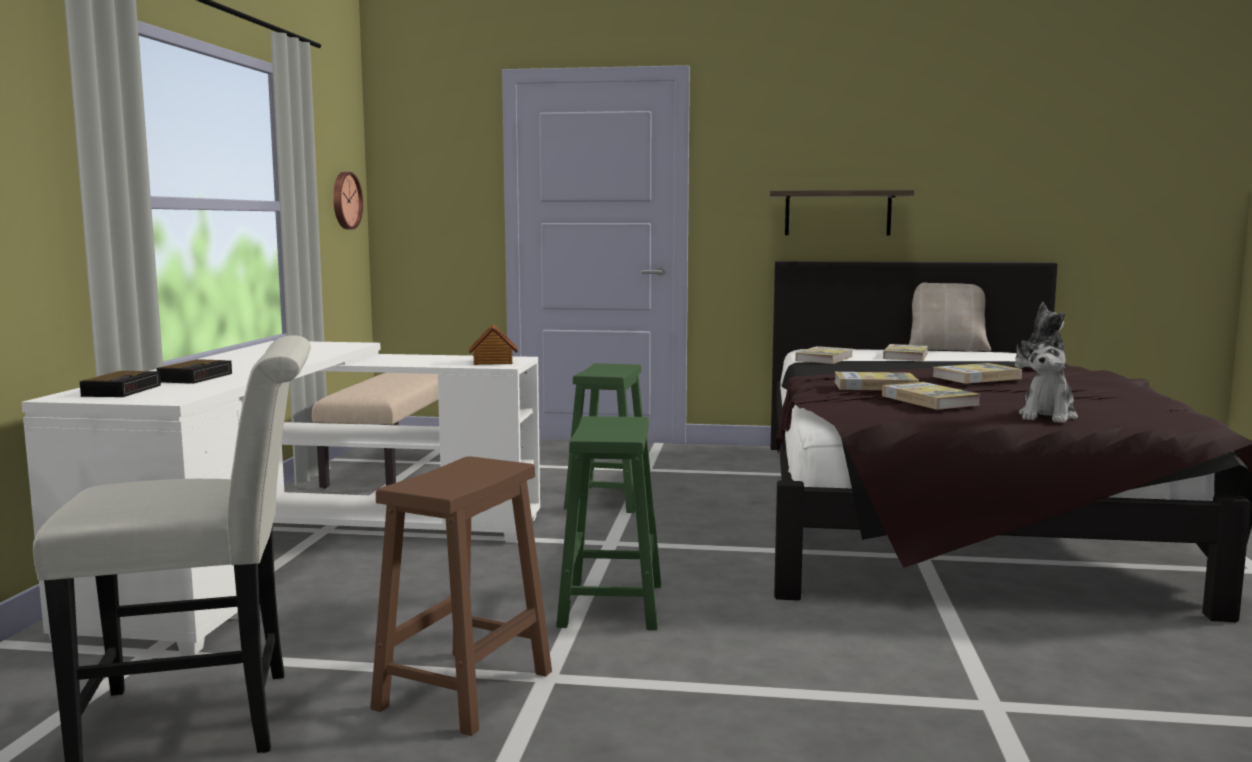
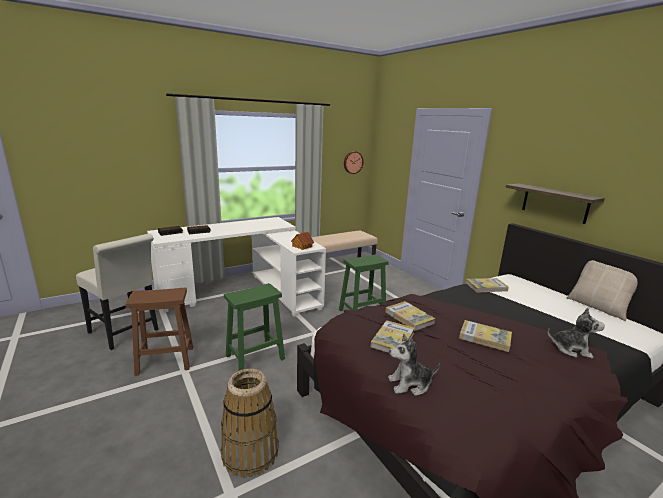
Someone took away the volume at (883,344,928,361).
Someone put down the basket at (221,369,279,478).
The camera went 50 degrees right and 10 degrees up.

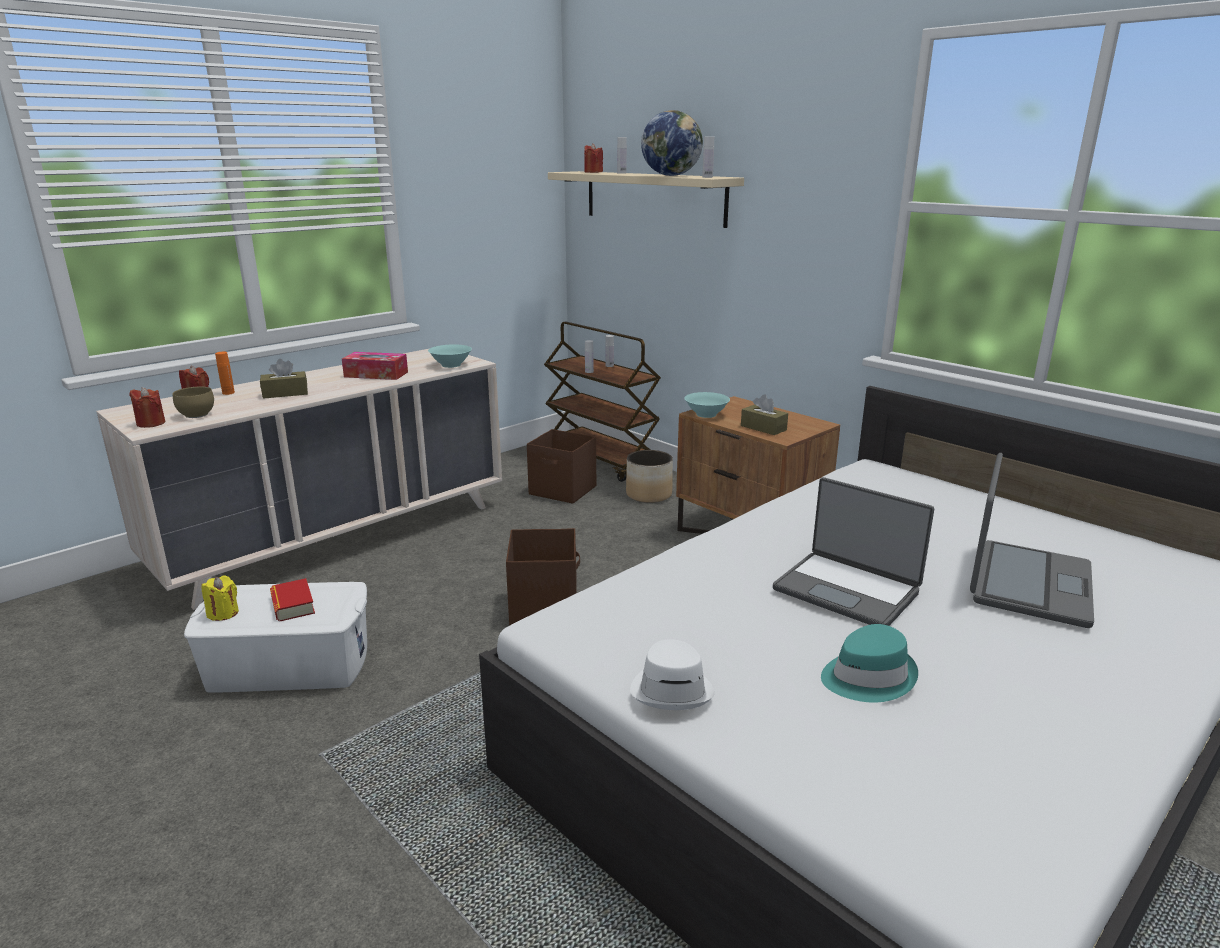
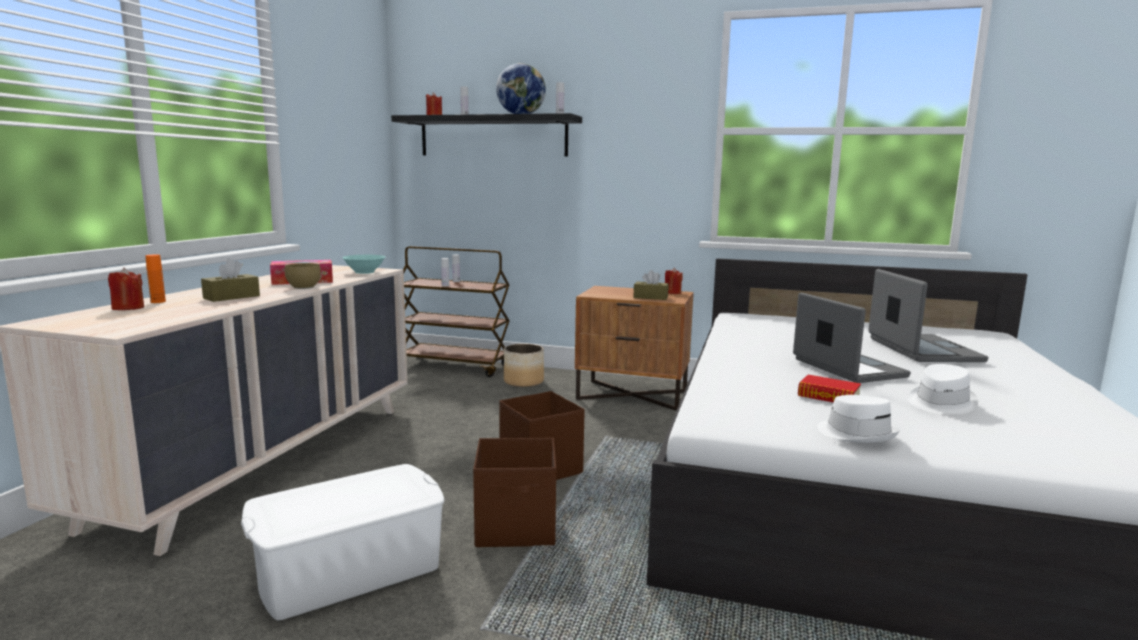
Someone carried the wax candle (reddish) from (129,387,165,428) to (665,268,683,294).
Someone carried the serving bowl (brownish) from (172,387,214,418) to (285,263,321,289).
Someone took away the wax candle (yellowish) at (201,575,239,621).
Someone carried the volume from (270,578,315,621) to (798,375,861,403).
Someone carried the storage container (brownish) from (527,429,596,504) to (473,438,556,547).
Someone repainted the bracket shelf (sand-coloured) at (548,171,744,228), which became the bracket shelf (black) at (391,113,582,157).
Someone took away the serving bowl (turquoise-coloured) at (684,392,730,418).
Someone rotated the laptop at (773,477,934,626) by 120 degrees counterclockwise.
Someone repainted the wearable hat (turquoise-coloured) at (821,624,918,703), which became the wearable hat (white) at (908,364,978,414).
The camera went 30 degrees left and 10 degrees down.

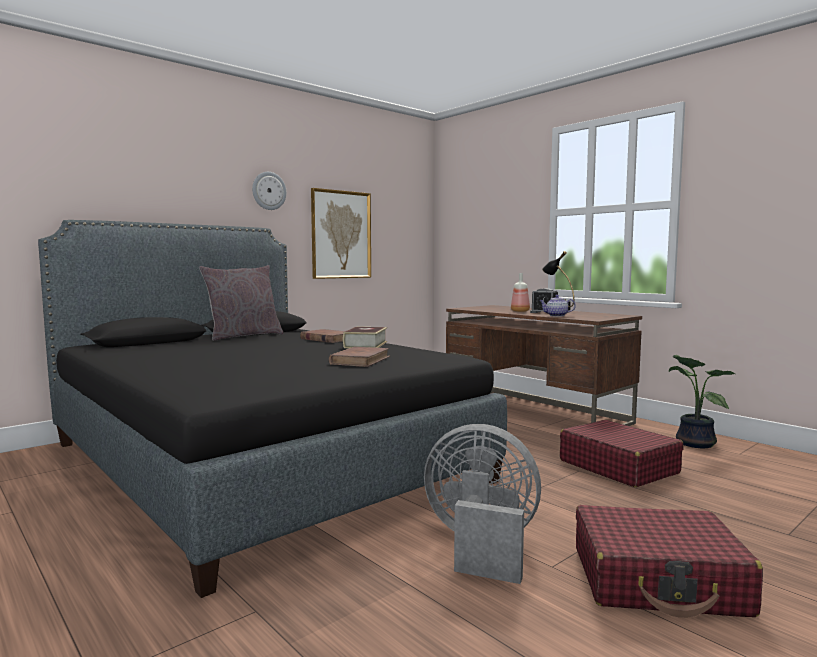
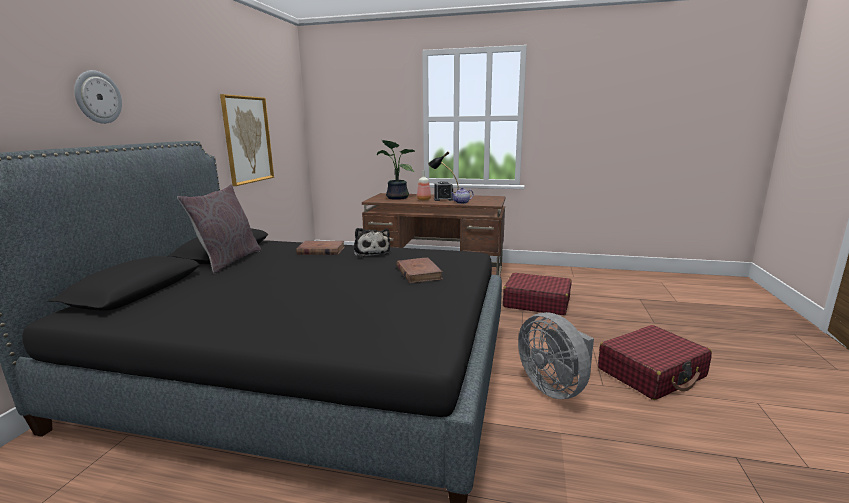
Someone carried the hanging clock from (252,172,287,210) to (74,70,122,124).
Someone swapped the volume at (343,327,387,348) for the plush toy at (354,228,390,257).
Someone rotated the fan (grey) at (424,424,541,584) by 105 degrees counterclockwise.
Someone carried the plant in a pot from (669,355,735,448) to (377,140,415,200).
The camera went 35 degrees left and 10 degrees up.

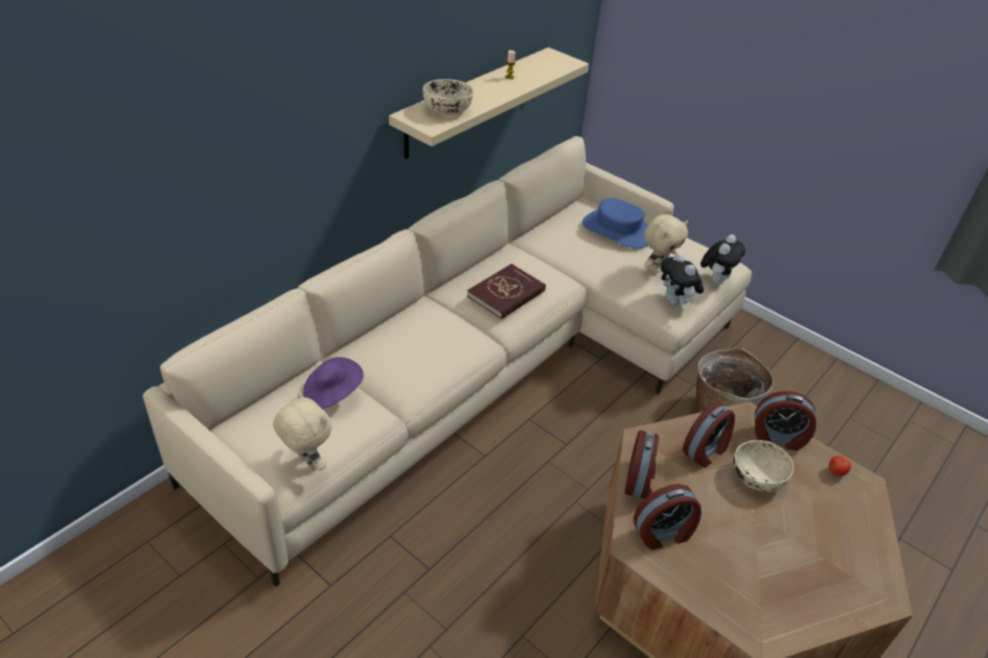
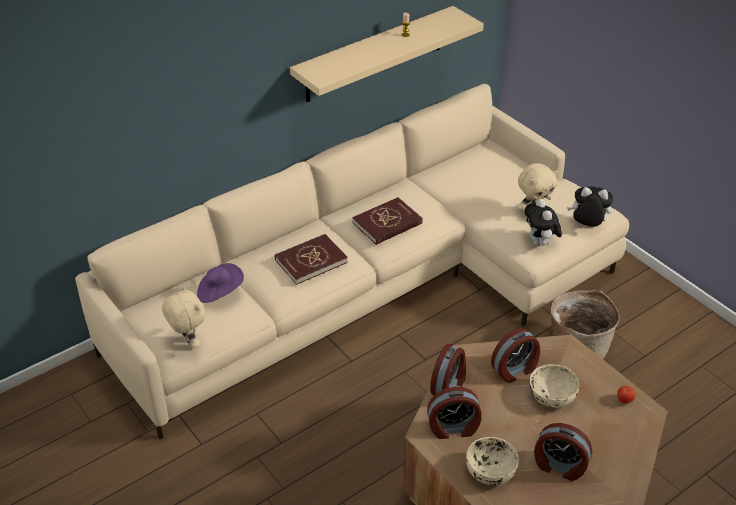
Someone carried the serving bowl (sand-coloured) from (423,79,473,115) to (466,437,519,485).
Someone took away the wearable hat (blue-coloured) at (582,198,648,249).
Someone rotated the plush toy at (700,234,745,285) by 120 degrees counterclockwise.
Someone carried the bedside clock from (755,391,816,451) to (534,423,592,481).
Someone put down the volume (reddish) at (275,234,348,285).
The camera went 15 degrees right and 0 degrees up.

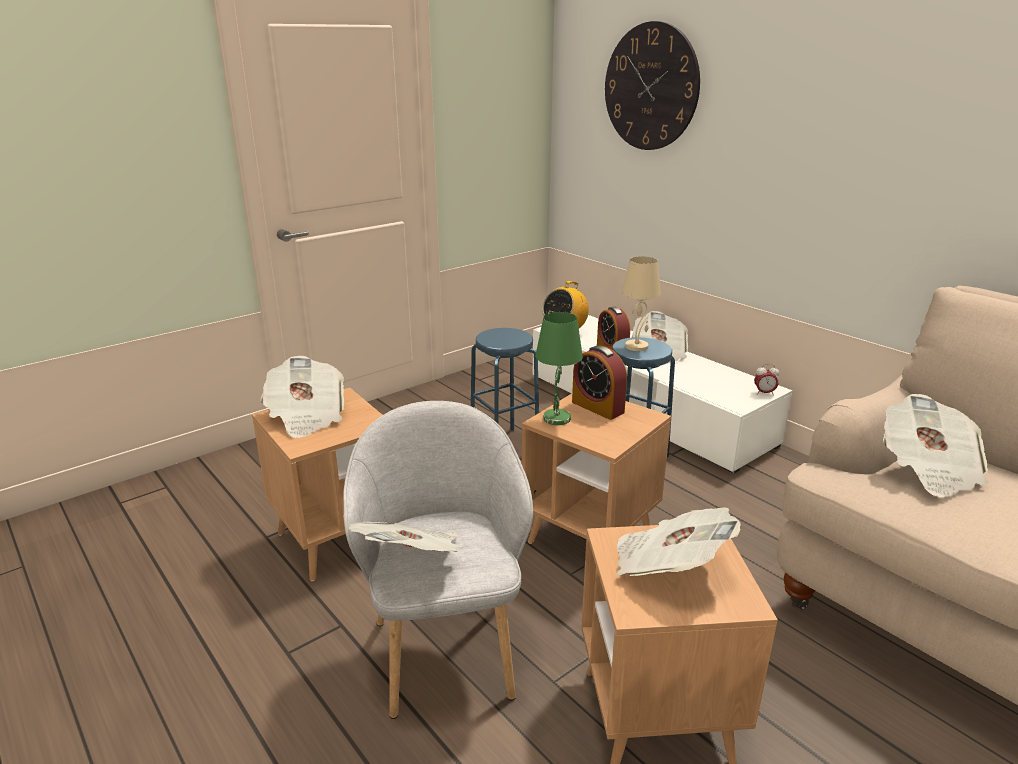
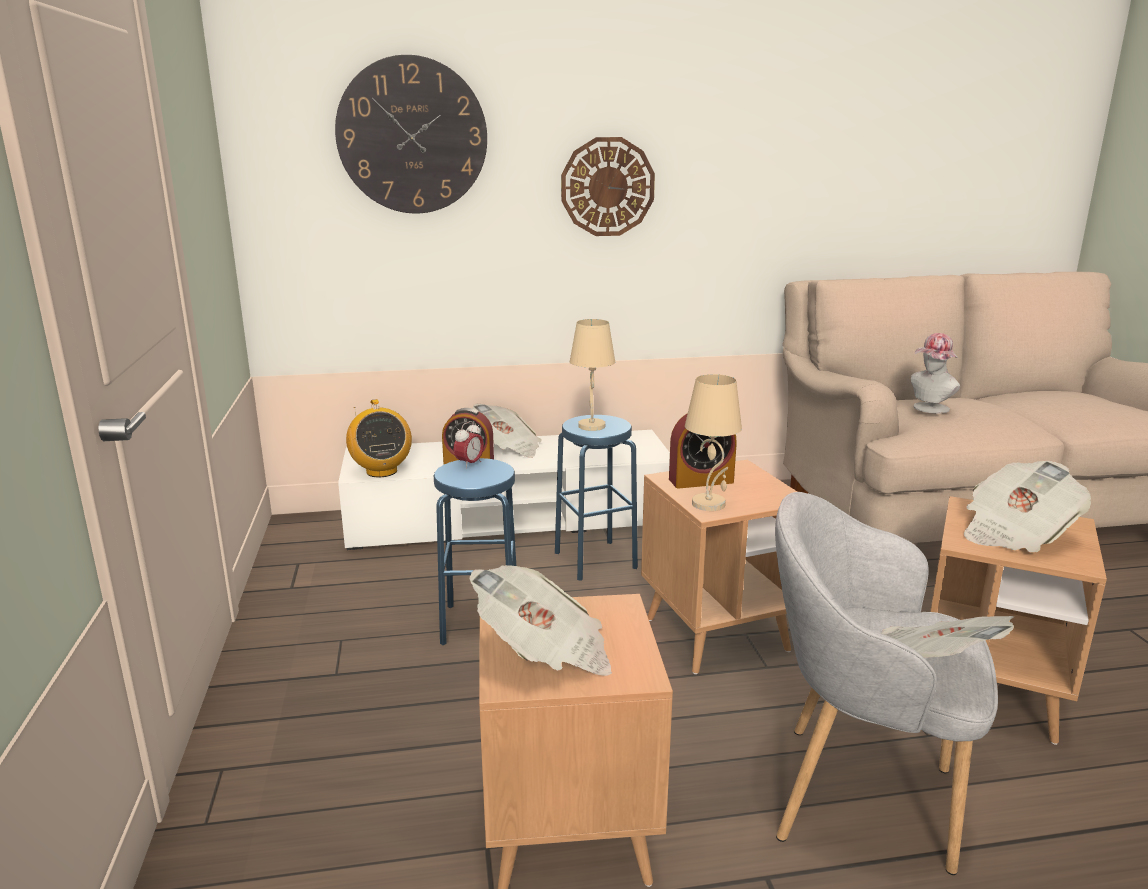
Someone repainted the tabletop lamp (green-coloured) at (535,312,583,425), which became the tabletop lamp (sand-coloured) at (685,374,742,511).
Someone carried the bedside clock from (754,364,779,395) to (454,421,484,469).
Someone swapped the printed paper at (883,394,988,497) for the wearable hat at (911,333,960,414).
Someone put up the hanging clock at (561,137,655,236).
The camera went 60 degrees left and 5 degrees down.

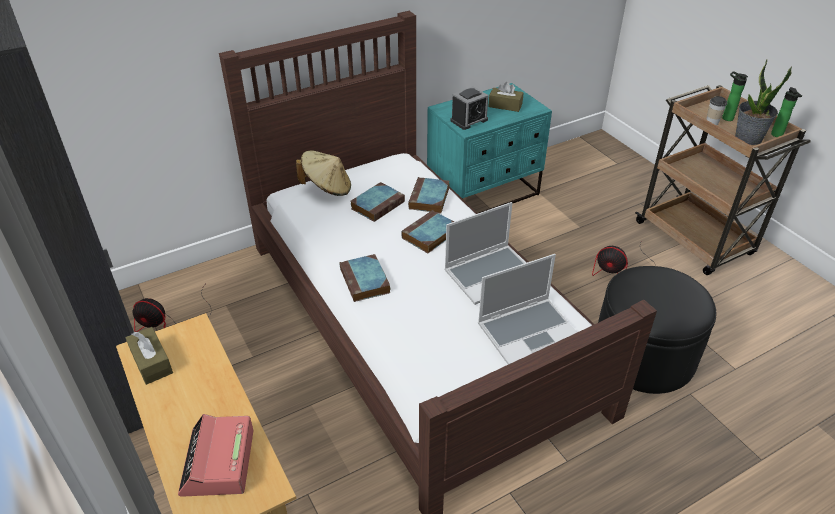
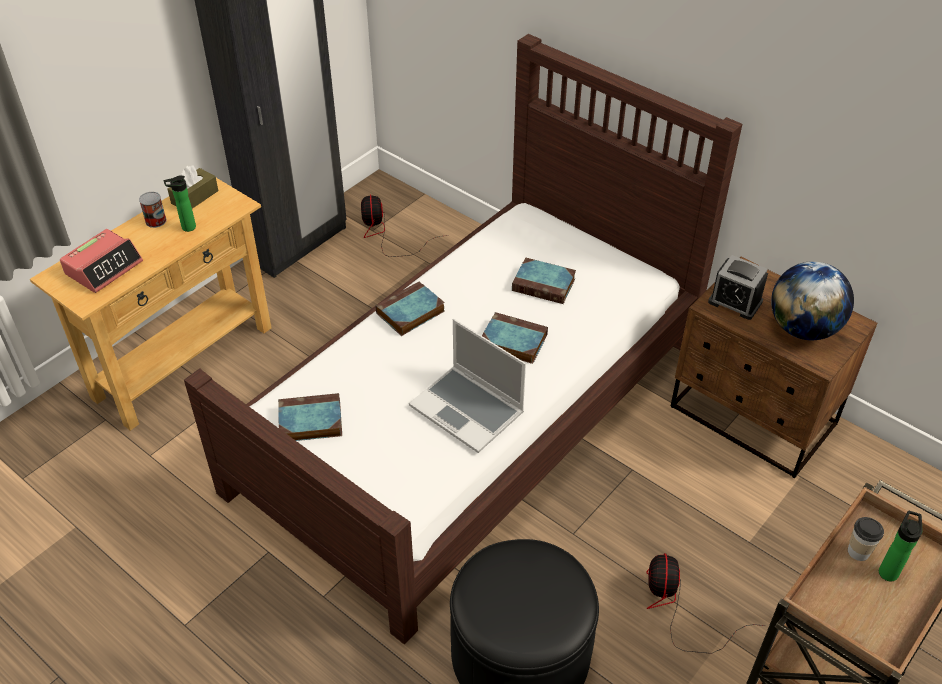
Someone rotated the bedside clock at (178,414,254,497) by 150 degrees clockwise.
Someone took away the wearable hat (sand-coloured) at (296,150,351,196).
Someone carried the volume from (408,177,450,213) to (278,393,342,441).
Someone repainted the night table (turquoise-coloured) at (427,83,552,213), which became the night table (brownish) at (671,257,877,478).
Someone took away the laptop at (478,254,577,365).
Someone swapped the box of tissues (brownish) at (488,82,524,112) for the desk globe at (771,261,854,340).
Someone took away the plant in a pot at (735,60,792,145).
Someone carried the drink bottle from (771,87,802,137) to (163,175,196,232).
Someone put down the sealed can at (139,192,167,228).
The camera went 70 degrees right and 5 degrees up.

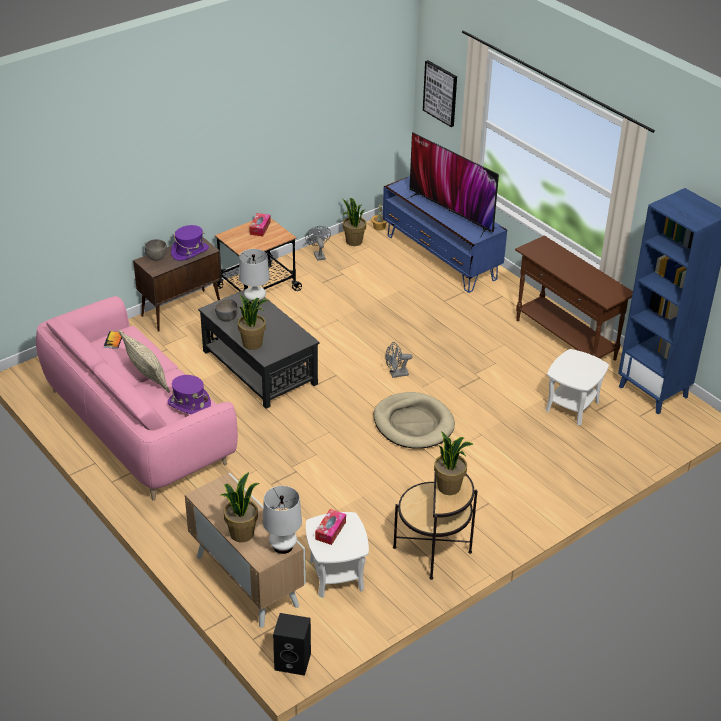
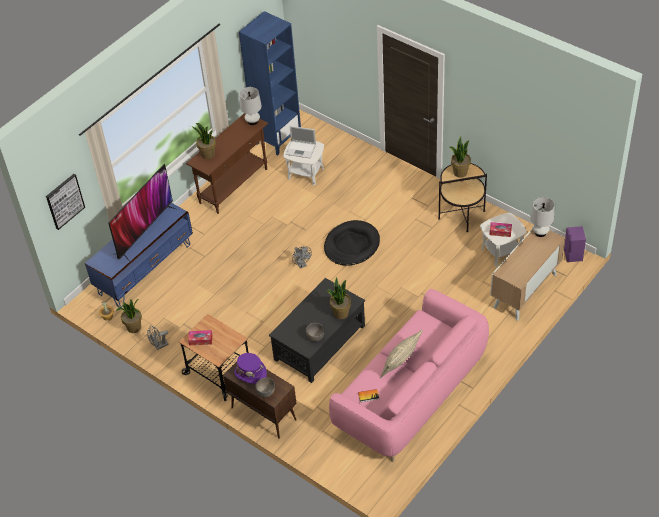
Someone took away the wearable hat (purple) at (167,375,211,414).
Someone carried the plant in a pot from (220,472,260,542) to (191,123,216,159).
Someone carried the tabletop lamp (white) from (239,249,270,305) to (239,87,262,125).
Someone repainted the loudspeaker (black) at (273,613,311,676), which became the loudspeaker (purple) at (564,226,586,262).
Someone repainted the dog bed (sand-coloured) at (374,392,455,449), which became the dog bed (black) at (324,220,380,266).
Someone put down the laptop at (286,126,316,158).
The camera went 100 degrees left and 10 degrees up.

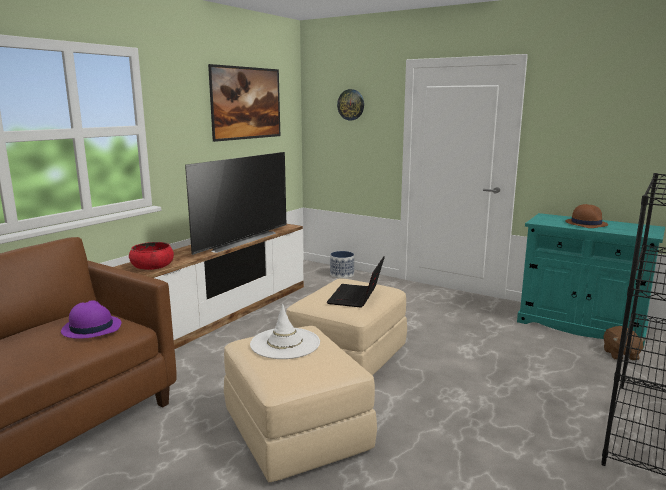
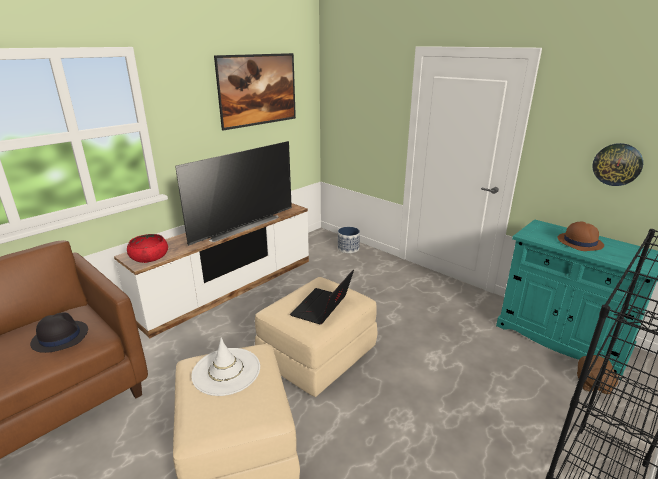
Someone repainted the wearable hat (purple) at (61,300,121,339), which became the wearable hat (black) at (30,312,88,353).
Someone carried the hanging clock from (337,89,364,120) to (592,143,643,186).
The camera went 10 degrees right and 10 degrees up.

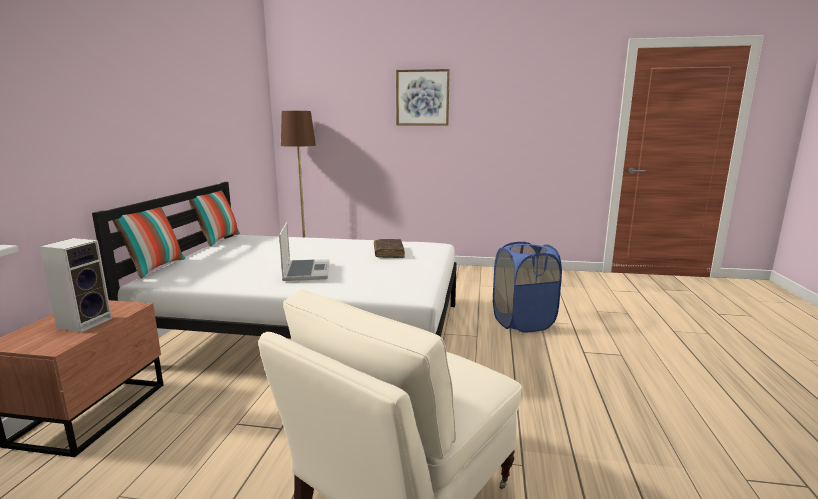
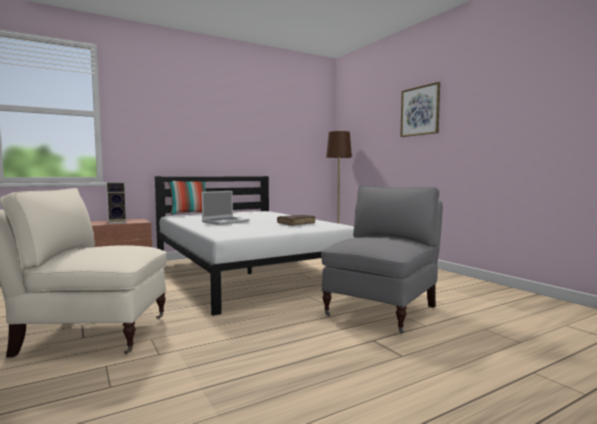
Someone took away the cushion at (189,191,240,247).
Someone swapped the washing basket (blue-coloured) at (493,241,562,332) for the lounge chair (grey) at (321,186,443,334).
The camera went 50 degrees right and 10 degrees down.

